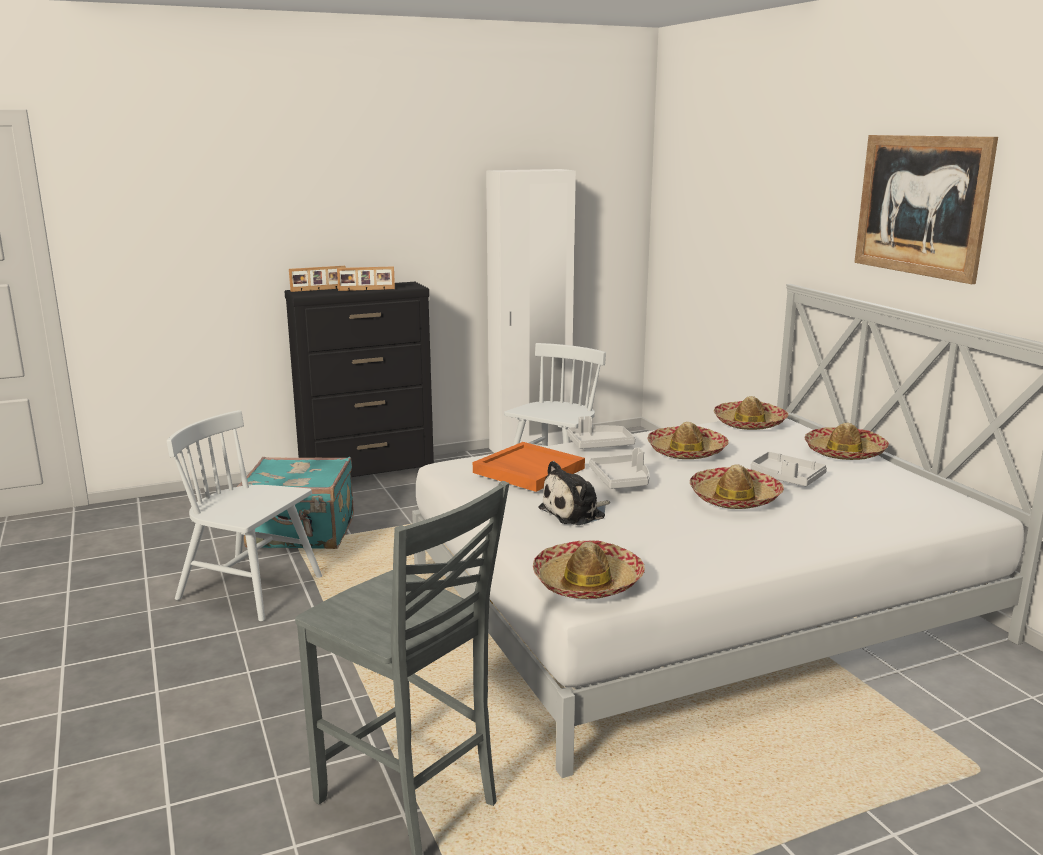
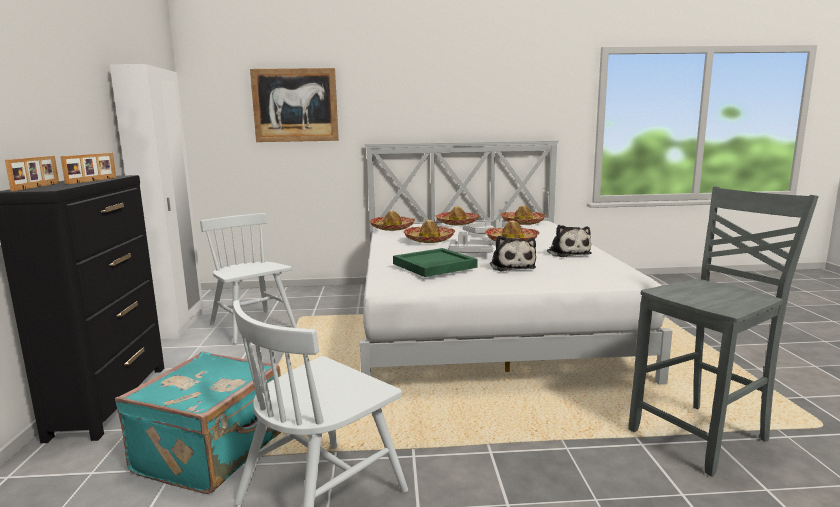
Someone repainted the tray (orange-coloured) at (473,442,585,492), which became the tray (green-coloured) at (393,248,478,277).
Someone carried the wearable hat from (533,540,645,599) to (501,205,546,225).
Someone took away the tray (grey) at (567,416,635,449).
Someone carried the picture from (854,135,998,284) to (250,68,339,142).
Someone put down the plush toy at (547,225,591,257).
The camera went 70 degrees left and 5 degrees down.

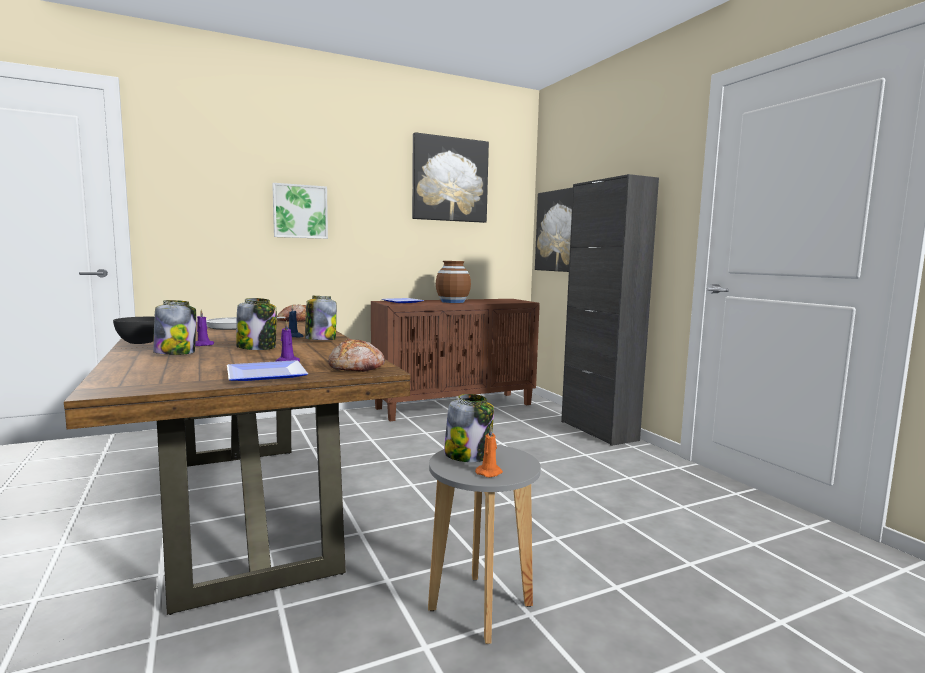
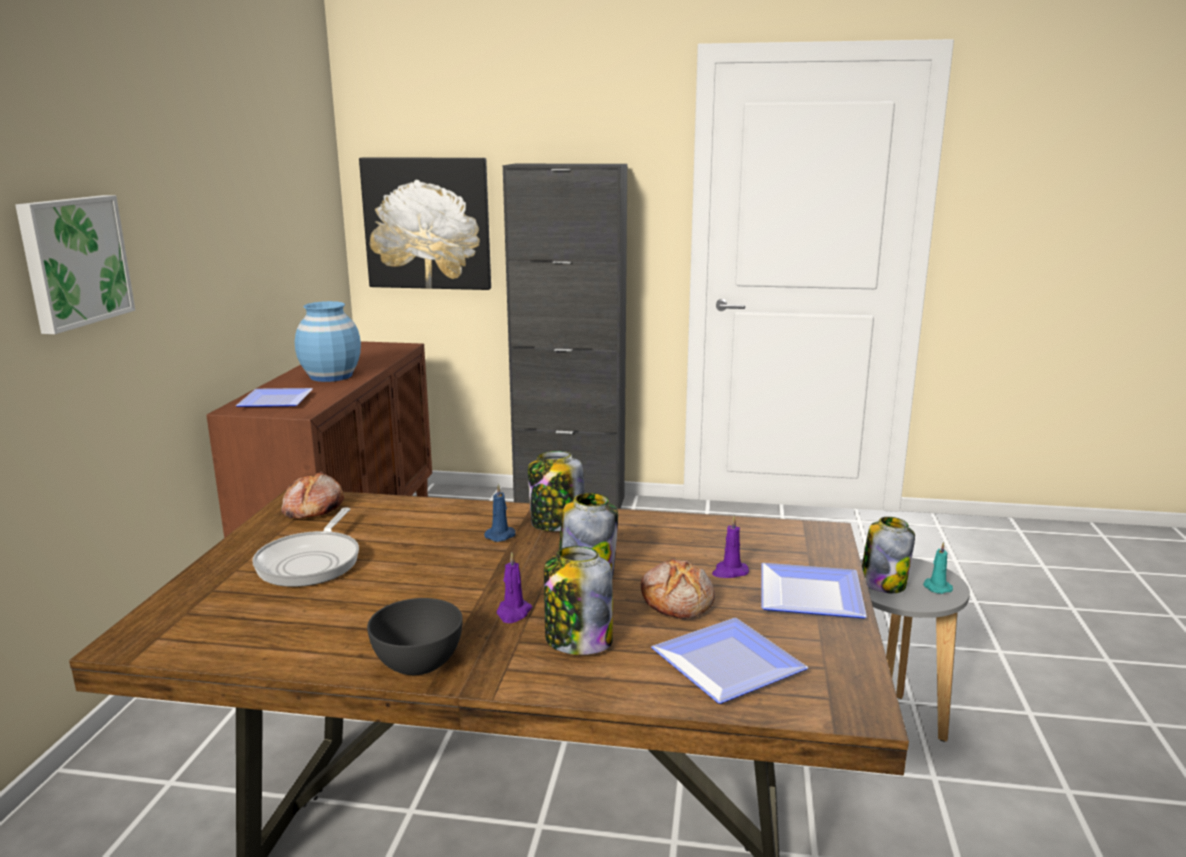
Someone carried the baked bread from (328,338,385,372) to (641,559,715,619).
Someone took away the picture at (412,132,489,223).
Someone repainted the decorative vase (brownish) at (436,261,471,303), which became the decorative vase (blue-coloured) at (295,301,361,382).
Someone repainted the wax candle (orange-coloured) at (475,425,503,477), which became the wax candle (turquoise-coloured) at (923,542,953,594).
Someone put down the flat dish at (651,618,808,704).
The camera went 55 degrees left and 10 degrees up.

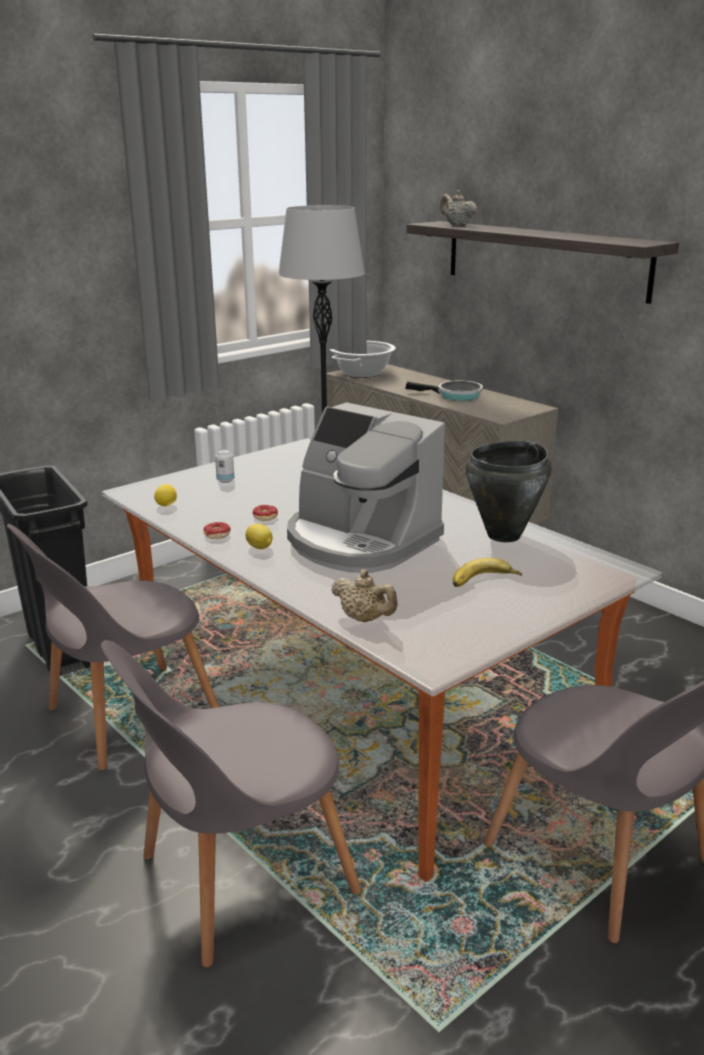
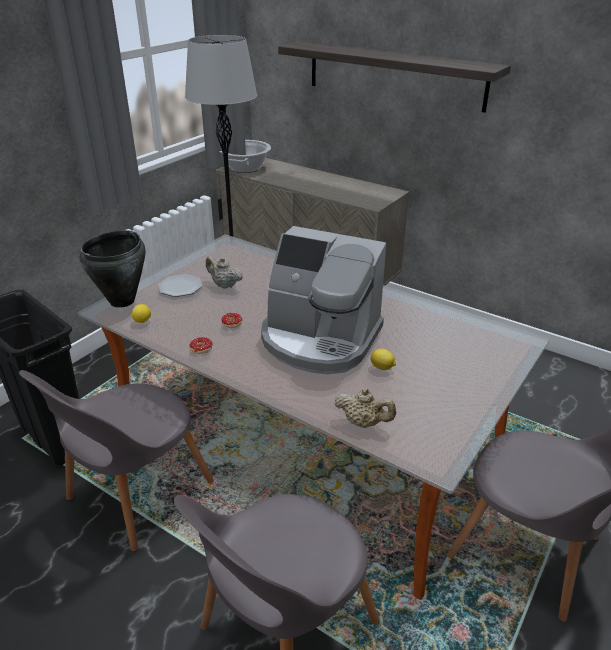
Someone swapped the sealed can at (215,449,235,483) for the flat dish at (158,274,203,297).
Someone carried the lemon from (245,523,273,549) to (371,349,396,370).
Someone took away the pan at (406,381,483,401).
Someone carried the pot for tea (sand-coloured) from (440,190,477,226) to (206,256,243,289).
Someone took away the banana at (453,558,522,587).
Someone carried the saucepot (black) from (466,441,551,542) to (79,230,146,308).
The camera went 15 degrees left and 10 degrees up.

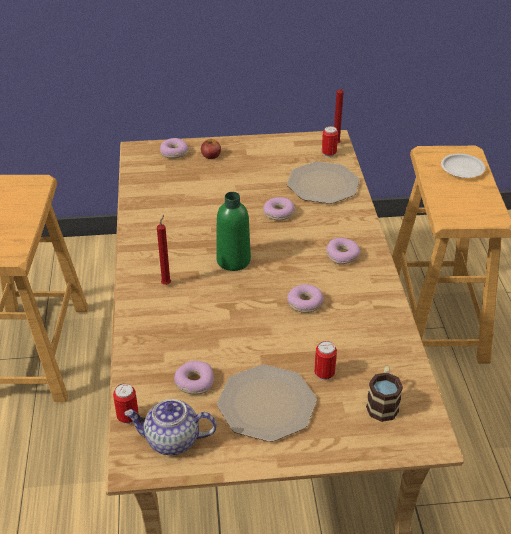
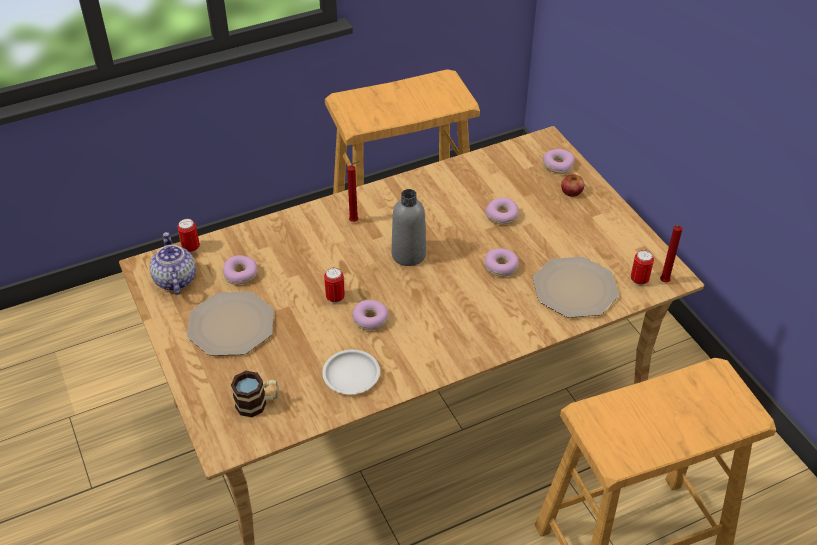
Someone repainted the drink bottle (green-coloured) at (216,192,251,271), which became the drink bottle (grey) at (391,189,426,266).
Someone carried the sealed can from (314,341,337,380) to (324,268,345,303).
Someone carried the doughnut from (326,238,360,264) to (485,197,519,225).
Someone carried the flat dish (white) from (441,154,485,178) to (322,350,380,394).
The camera went 70 degrees right and 5 degrees up.

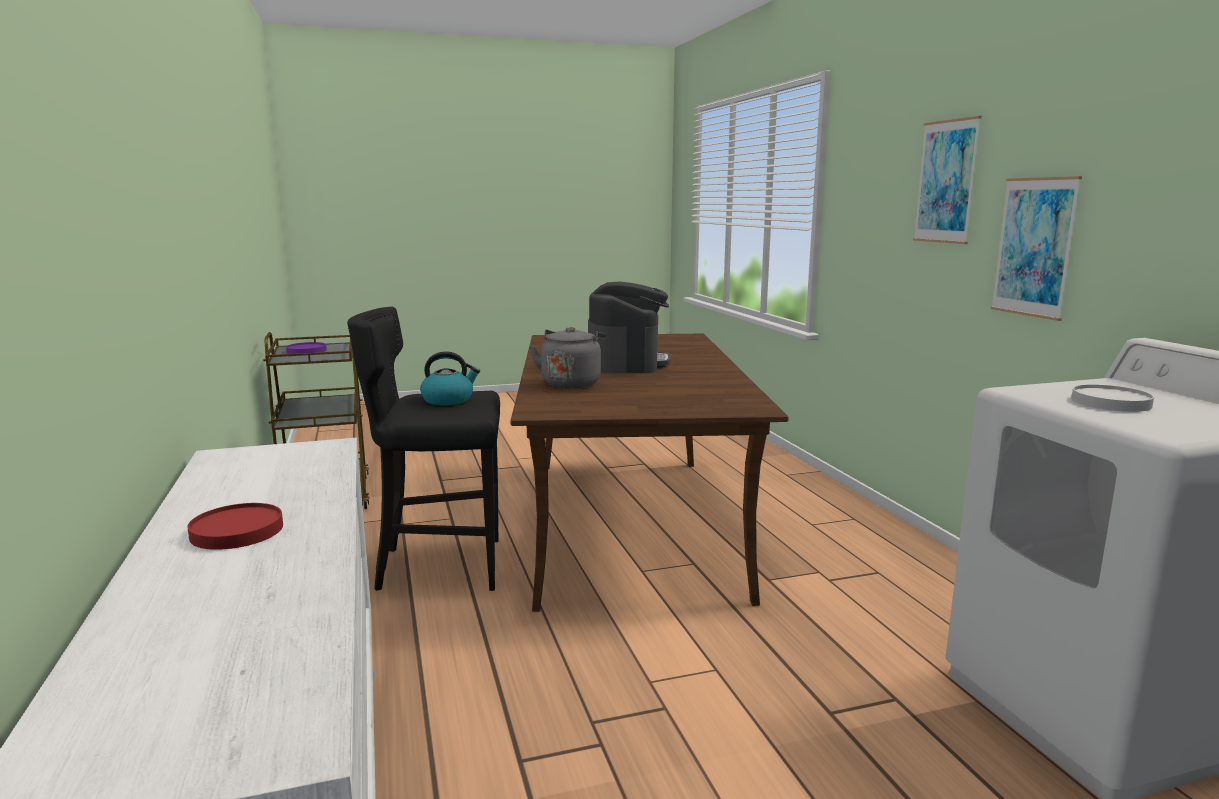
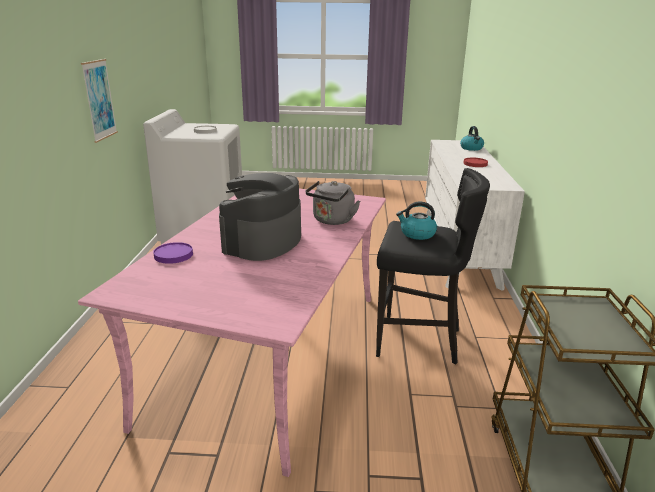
Someone carried the flat dish (purple) from (286,342,327,354) to (153,242,193,264).
Someone repainted the dining table (brownish) at (510,334,789,612), which became the dining table (pink) at (78,189,386,477).
Someone took away the picture at (913,116,982,244).
Someone put down the kettle at (460,126,484,151).
The camera went 160 degrees left and 10 degrees up.

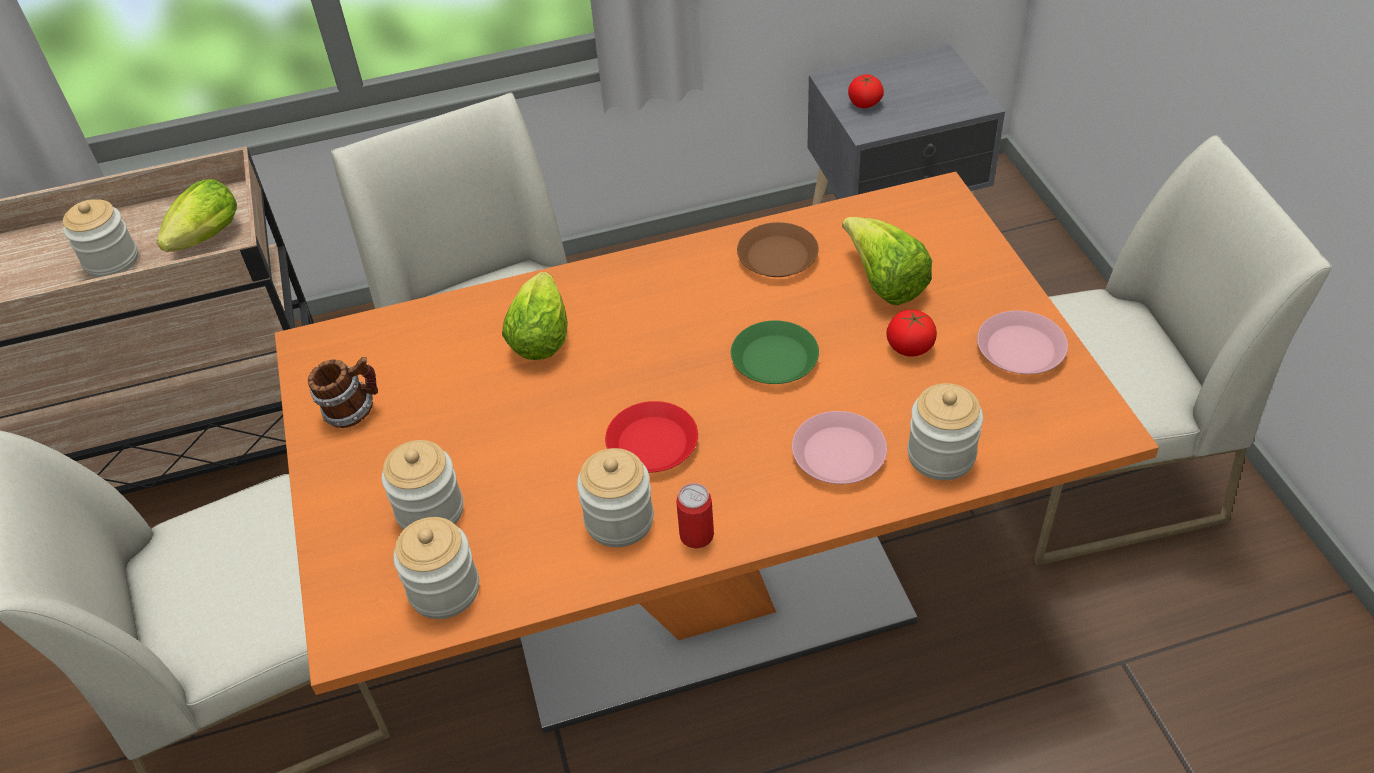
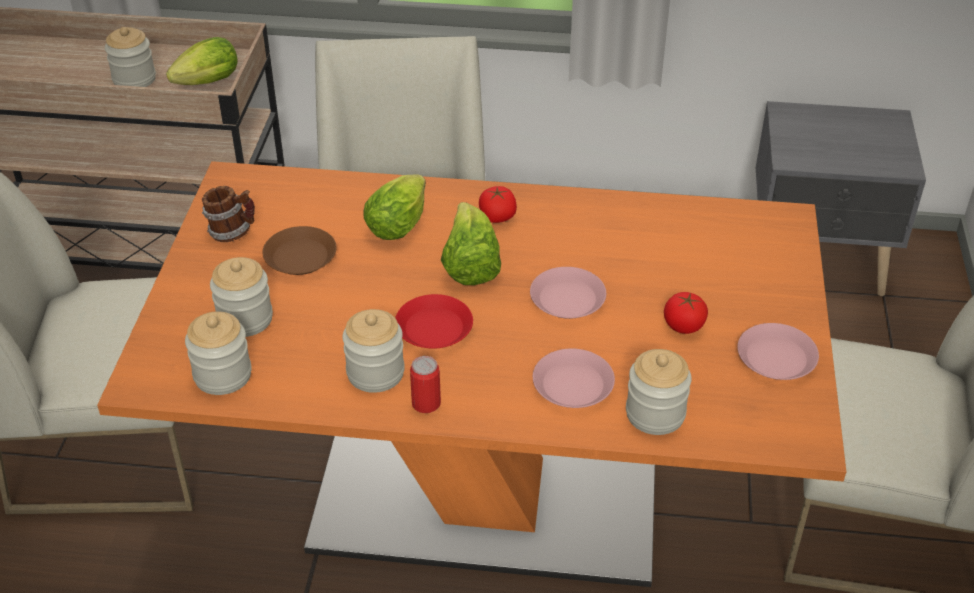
Someone repainted the flat dish (green-coloured) at (731,320,819,384), which became the flat dish (pink) at (530,267,606,319).
Someone carried the flat dish (brownish) from (737,222,819,277) to (262,226,337,275).
Someone carried the lettuce head from (842,217,932,305) to (441,202,501,285).
Someone carried the tomato from (848,74,884,108) to (479,186,517,223).
The camera went 20 degrees right and 5 degrees down.

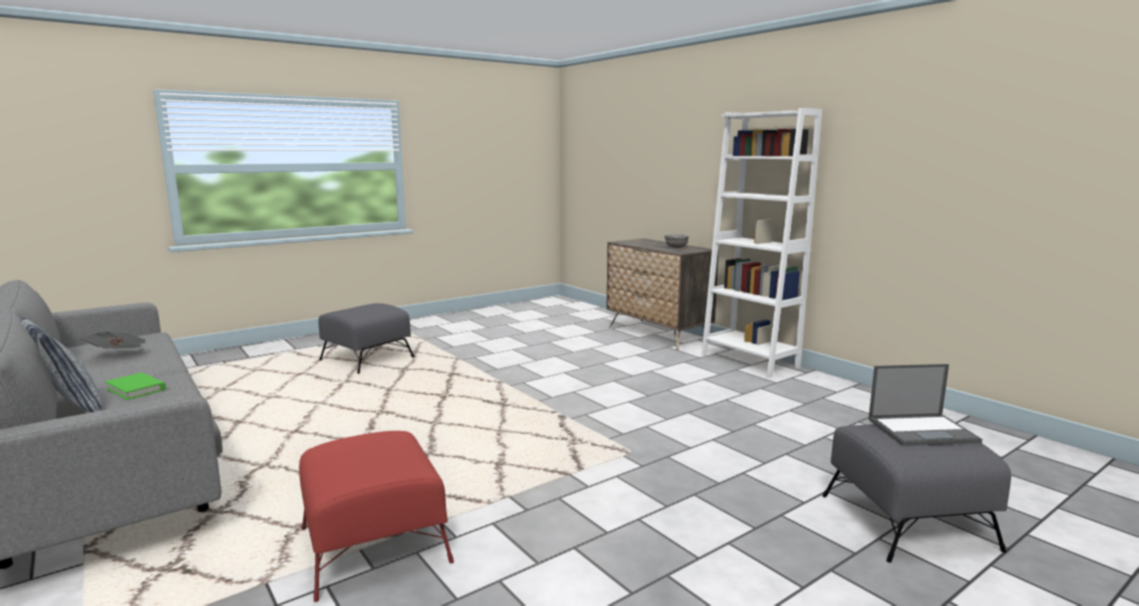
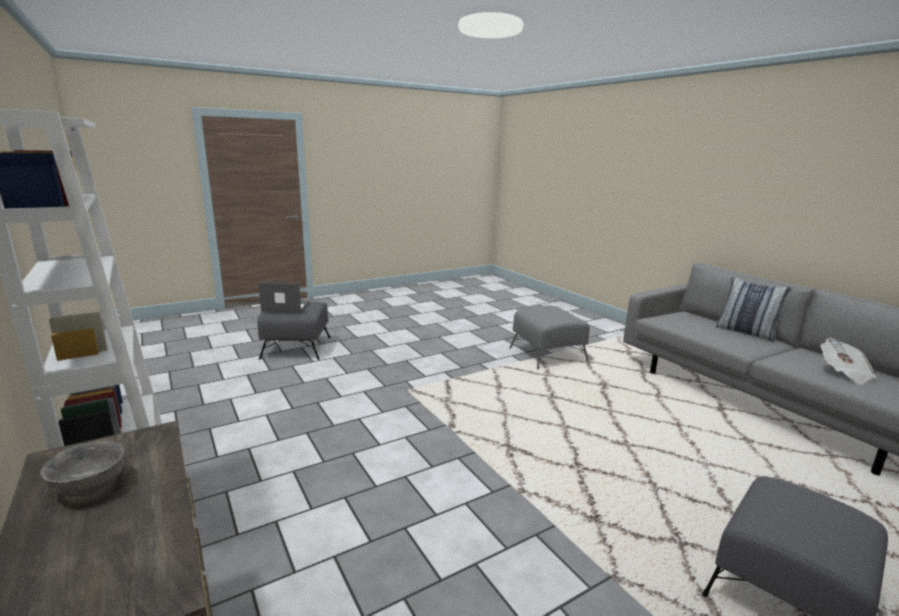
Someone took away the volume (green-coloured) at (105,373,166,400).
Someone repainted the ottoman (reddish) at (299,431,454,602), which became the ottoman (grey) at (509,306,590,370).
The camera went 175 degrees left and 5 degrees up.

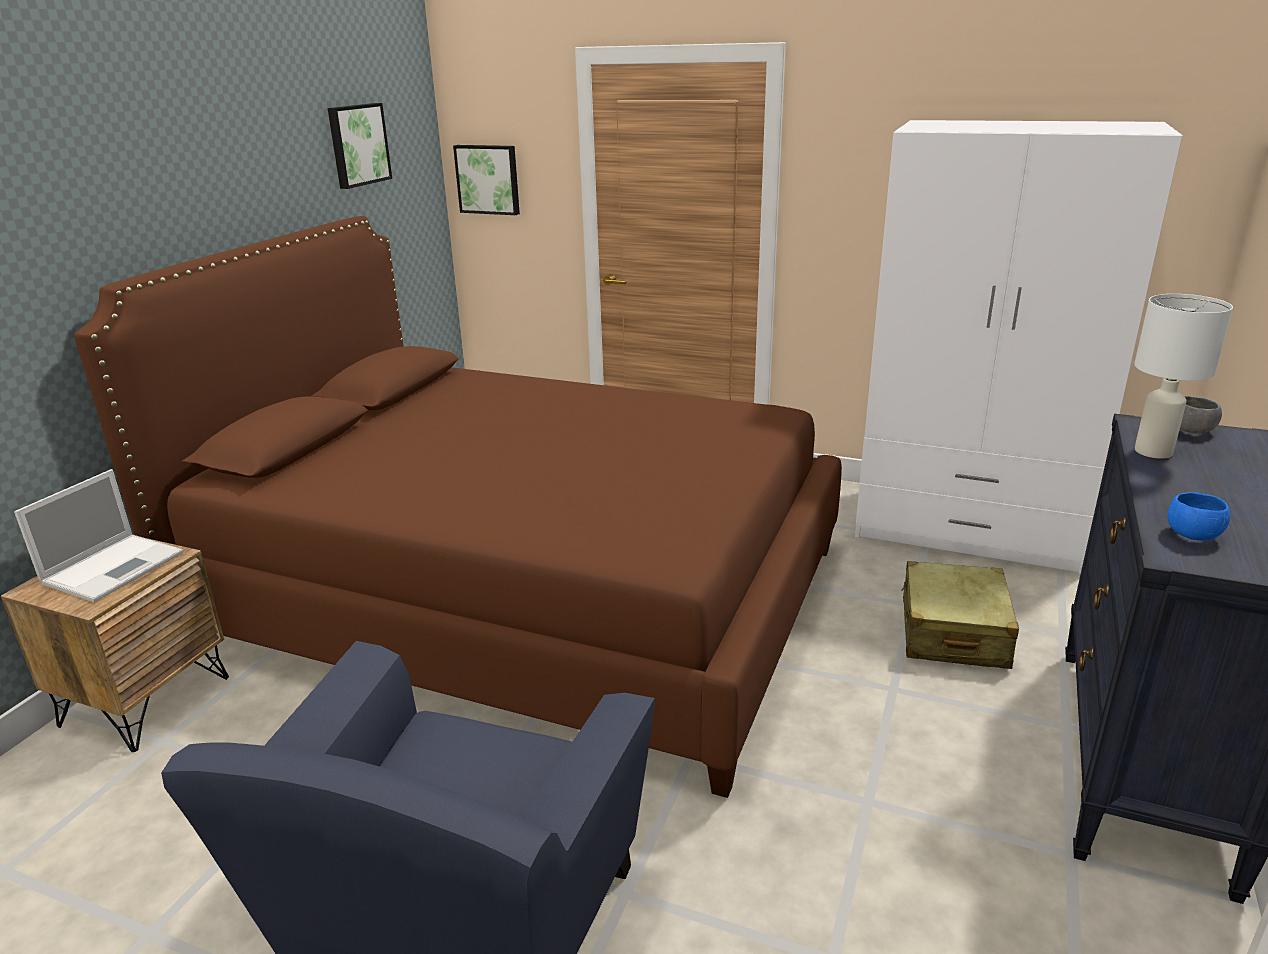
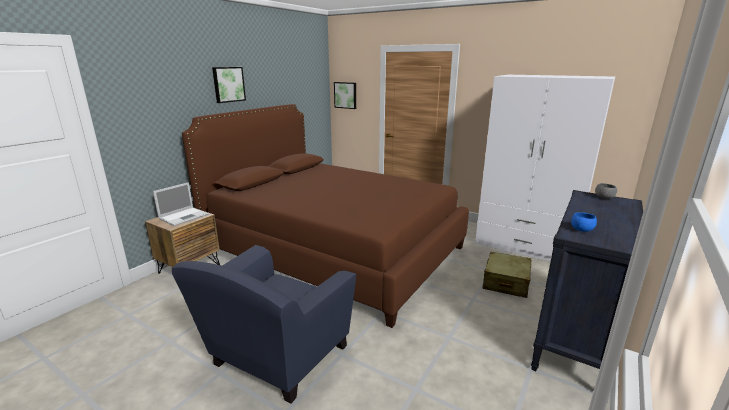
Someone carried the picture from (328,103,392,189) to (212,67,246,103).
Someone took away the tabletop lamp (white) at (1134,294,1233,459).
The camera went 10 degrees right and 5 degrees down.

